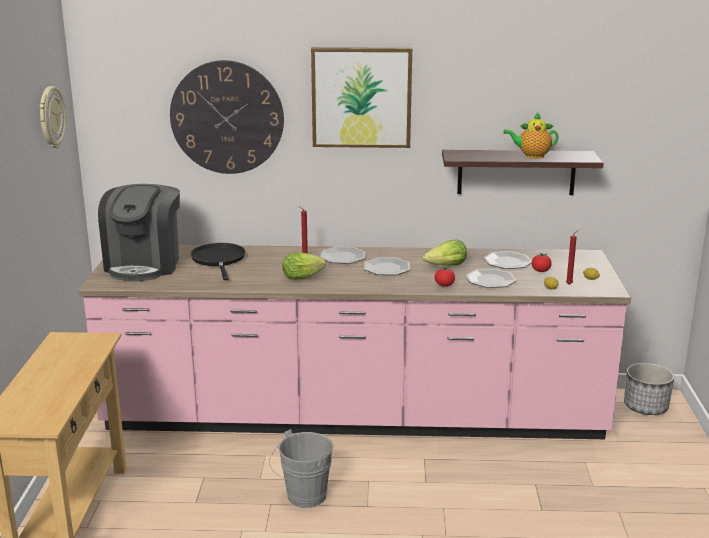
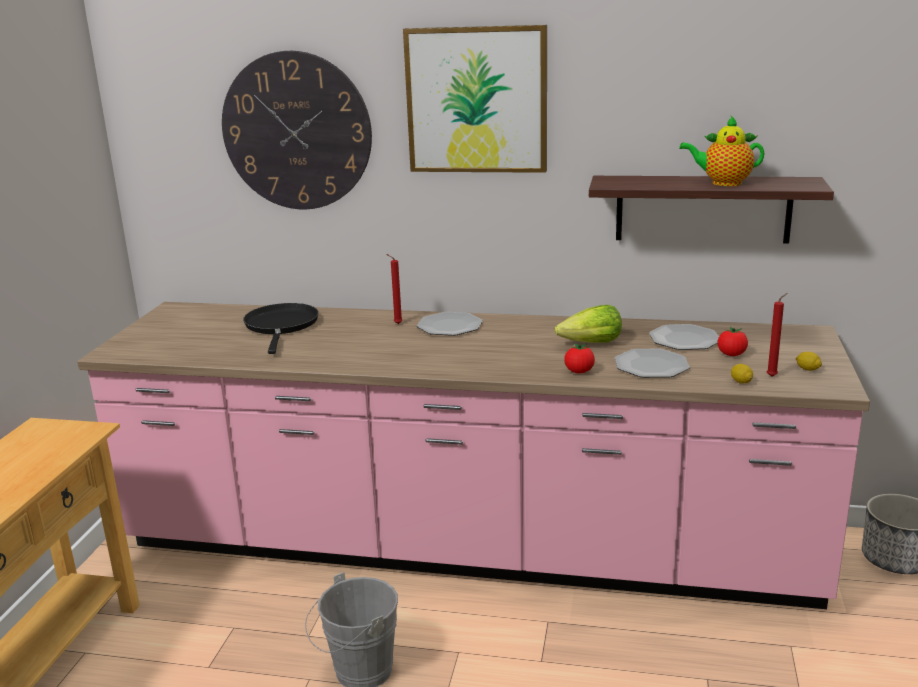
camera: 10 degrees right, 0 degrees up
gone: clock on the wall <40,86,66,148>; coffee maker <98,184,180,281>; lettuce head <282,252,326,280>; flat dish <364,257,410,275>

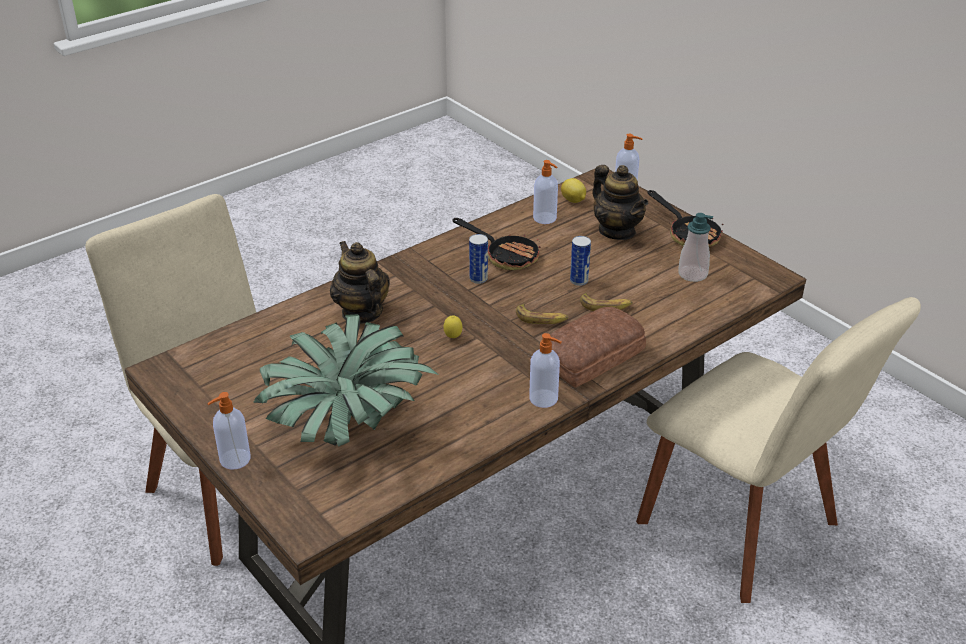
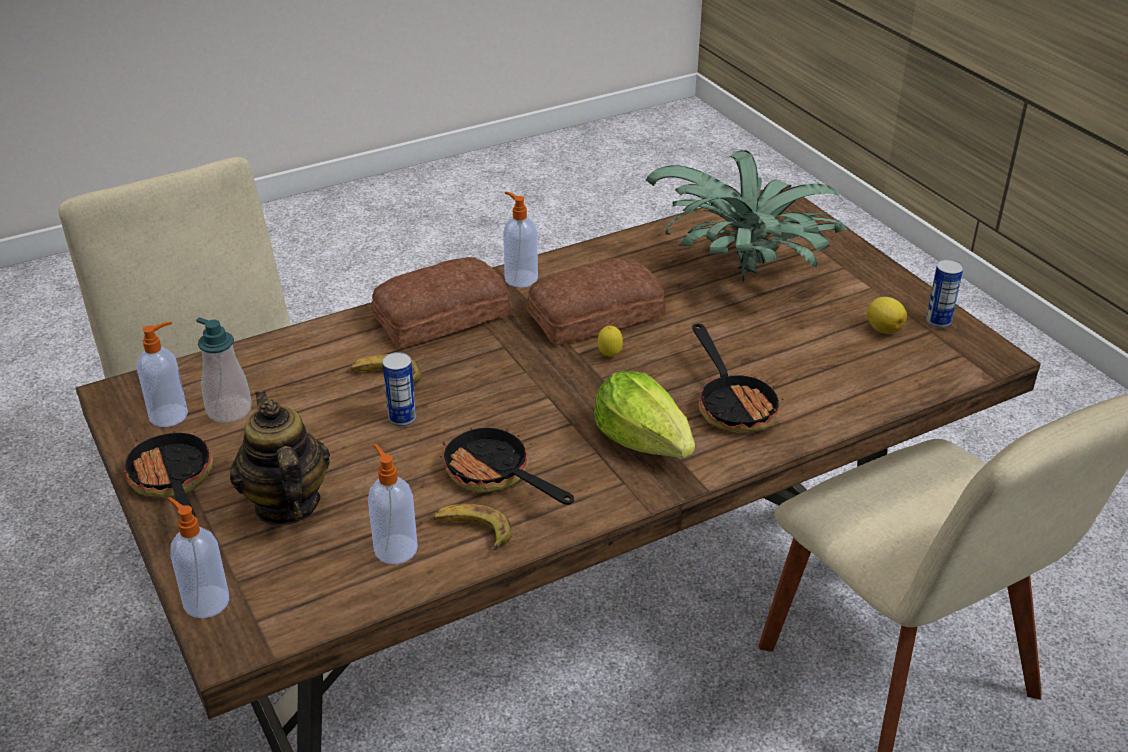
camera: 170 degrees left, 0 degrees up
new: baked bread <526,257,666,346>; lettuce head <594,371,695,458>
shifted: whole lemon <561,178,586,203> to <867,297,907,334>; metal can <469,234,488,284> to <926,259,963,328>; banana fruit <516,304,568,324> to <433,504,512,550>; liquid soap bottle <207,392,251,470> to <136,321,188,427>
swapped: pot for tea <330,241,390,324> to skillet <692,323,784,432>

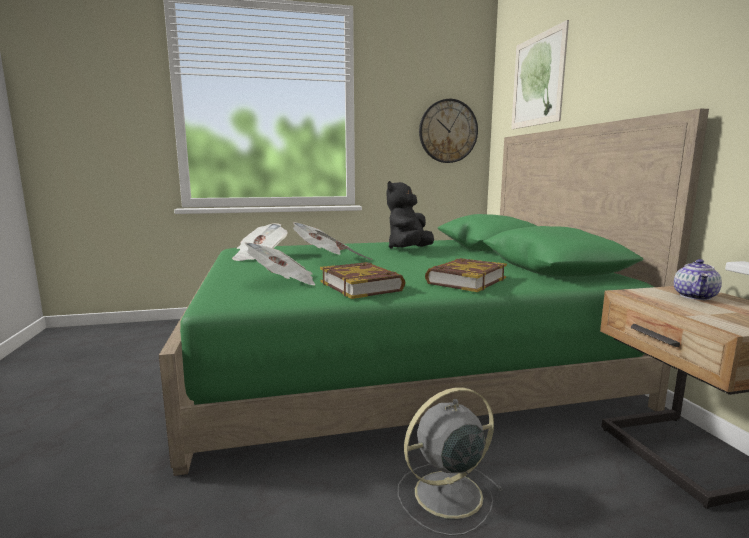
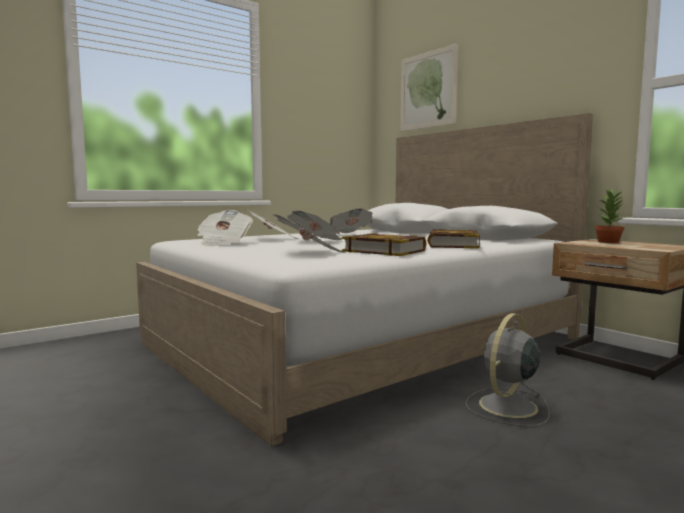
camera: 25 degrees left, 5 degrees down
gone: clock on the wall <419,99,478,163>
swapped: soft toy in blackish <387,181,434,248> to printed paper <330,208,373,233>; pot for tea <674,259,722,300> to plant in a pot <595,188,626,243>
repainted: bed in green <159,108,709,476> to bed in white <136,113,593,447>

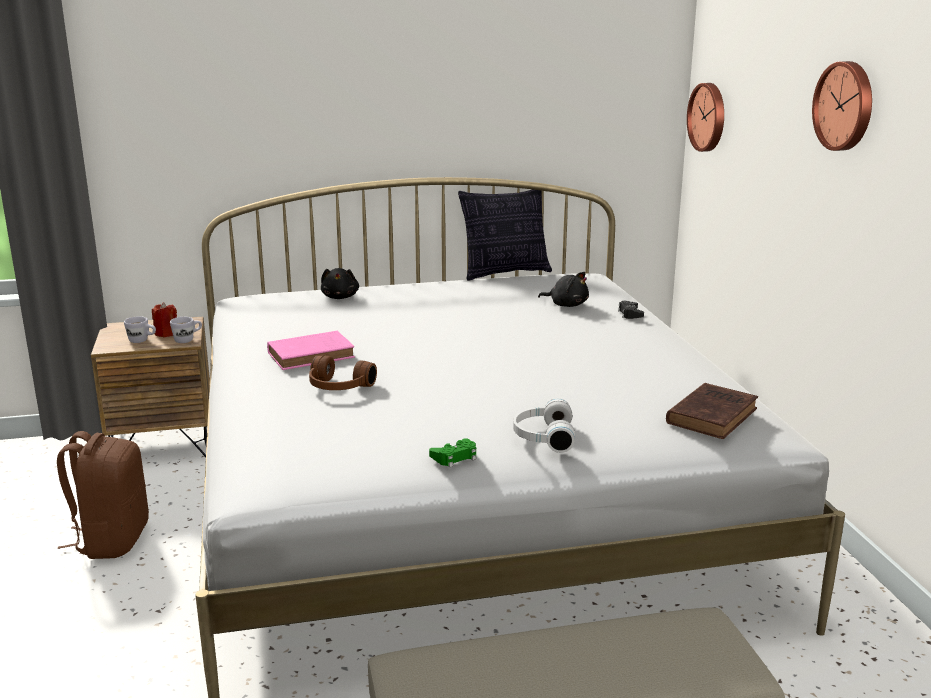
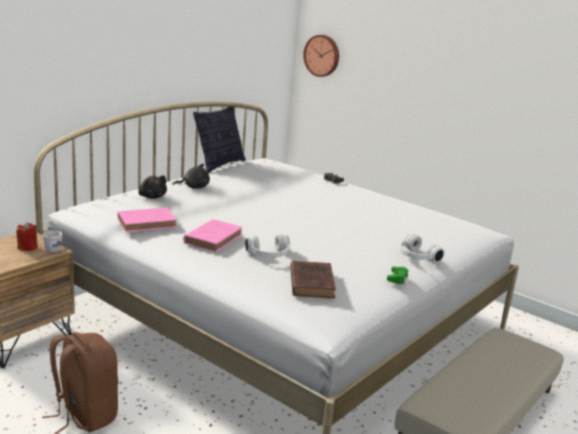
camera: 40 degrees left, 0 degrees up
gone: clock on the wall <812,61,872,151>; tea mug in white <124,316,156,343>
new: bound book in pink <118,208,177,232>
shifted: soft toy in blackish <538,272,589,307> to <173,164,210,189>; bound book in brown-coloured <666,383,758,439> to <290,261,336,298>
repainted: pair of headphones in brown-coloured <309,355,377,390> to pair of headphones in white <245,234,290,258>

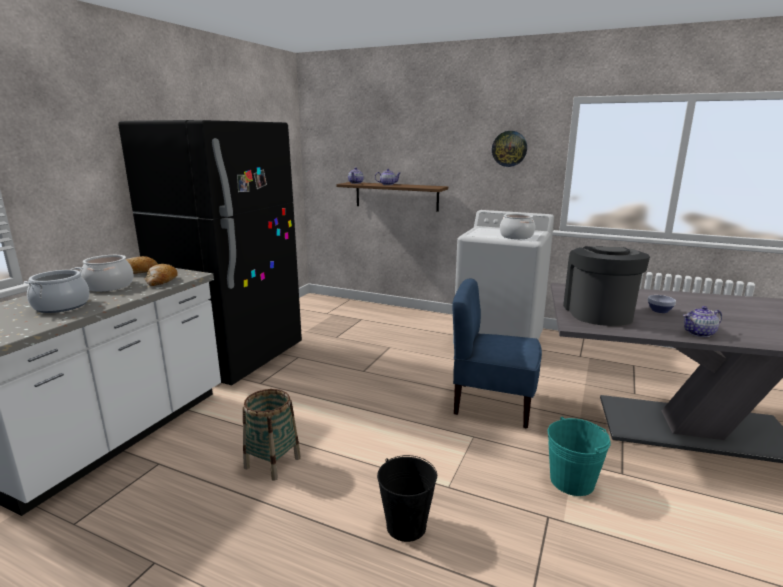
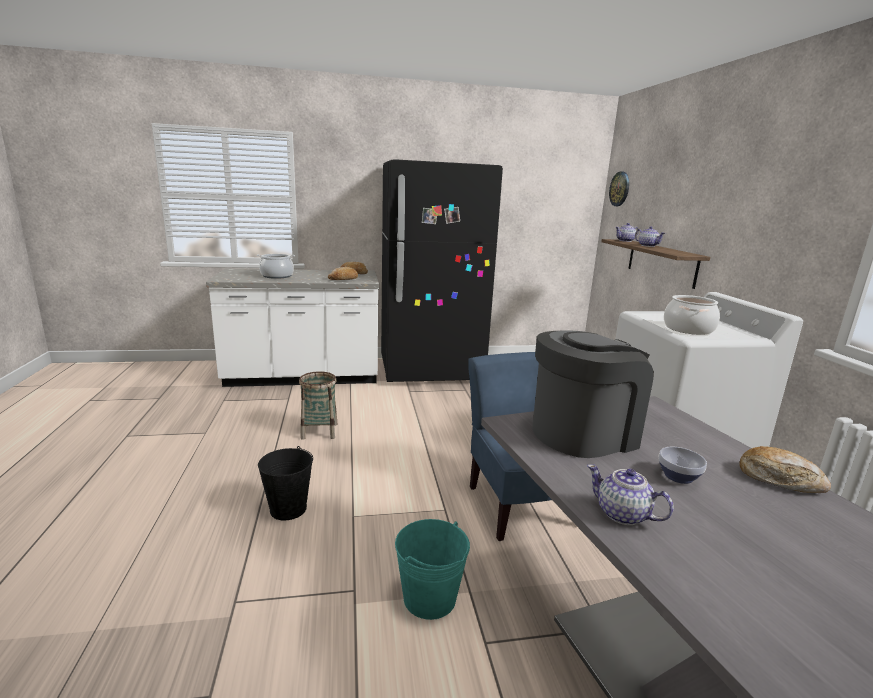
camera: 55 degrees right, 0 degrees up
gone: stockpot <81,255,134,292>
new: baked bread <739,446,831,493>
shifted: clock on the wall <492,131,527,167> to <609,172,629,206>

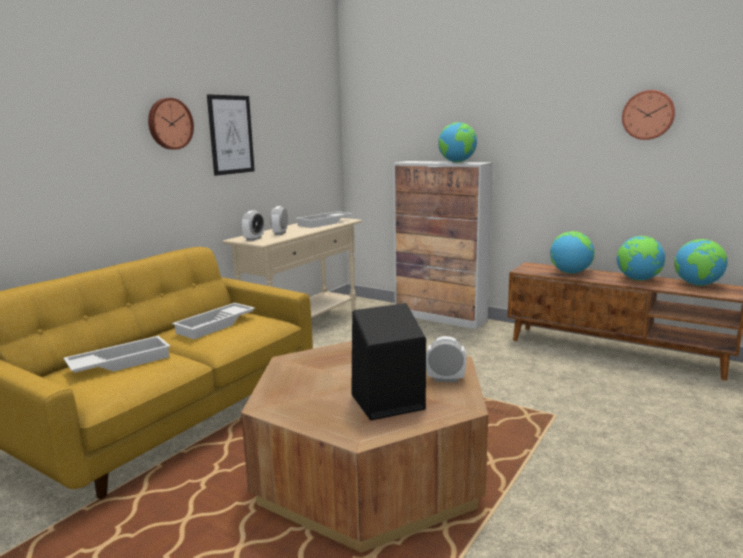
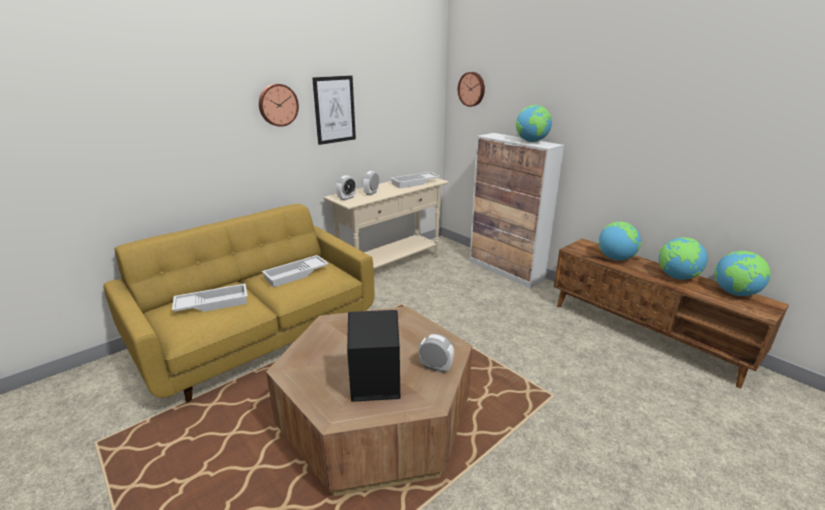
camera: 15 degrees right, 10 degrees up
shifted: clock on the wall <622,90,675,140> to <458,72,485,107>

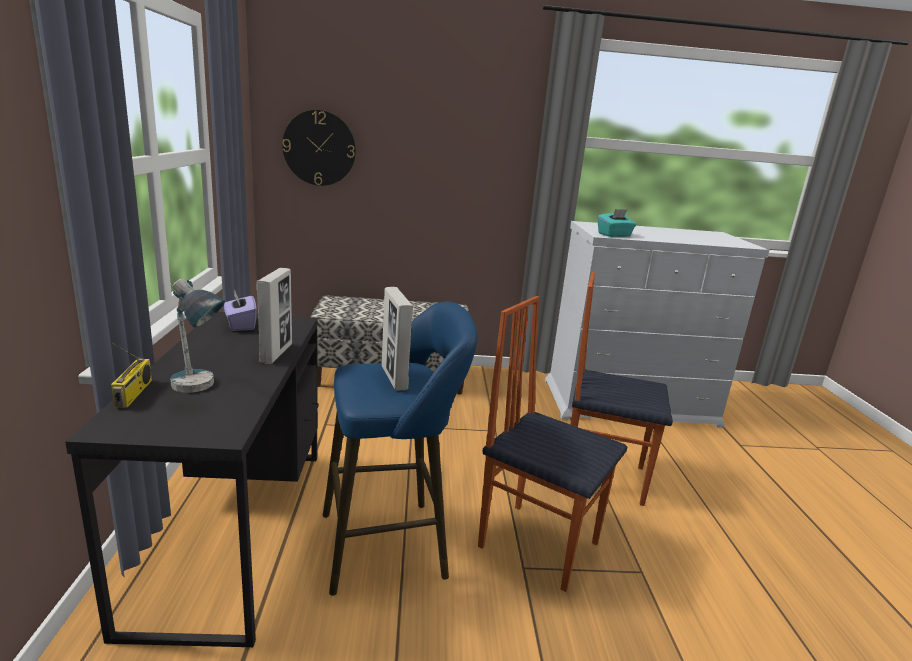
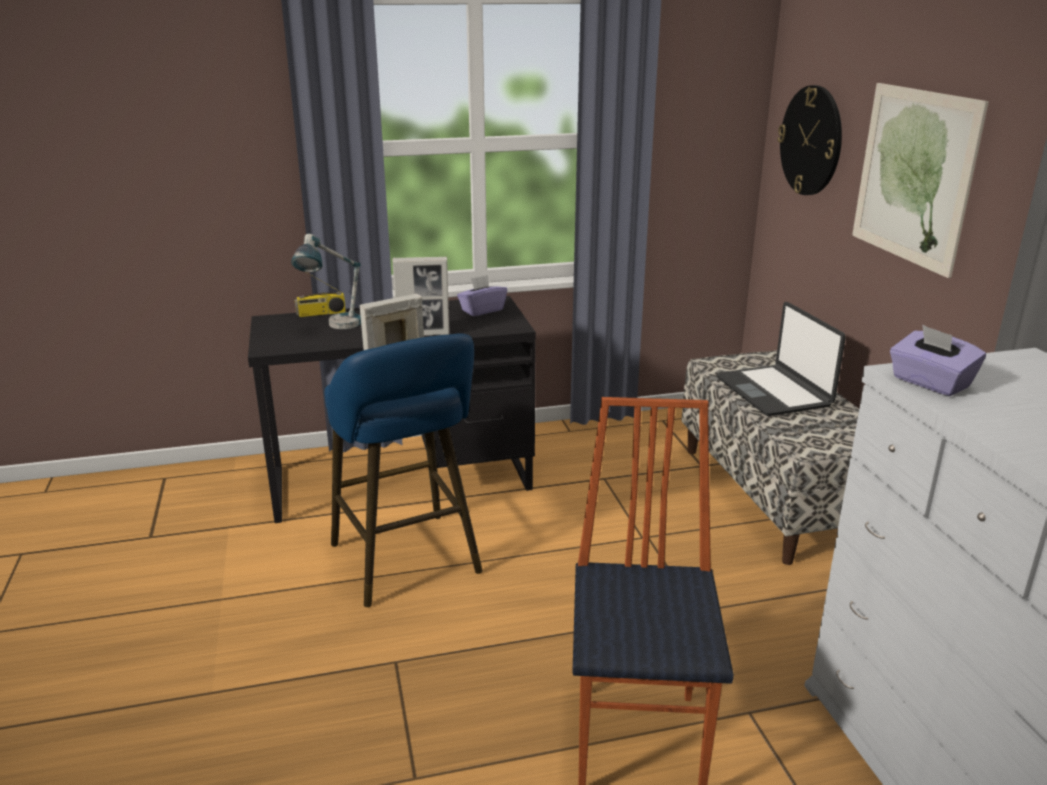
camera: 80 degrees right, 5 degrees up
gone: plain chair <478,296,627,592>
new: picture <852,83,989,278>; notebook computer <716,302,846,416>
repainted: box of tissues in turquoise <598,209,636,237> to box of tissues in purple-coloured <890,325,986,396>

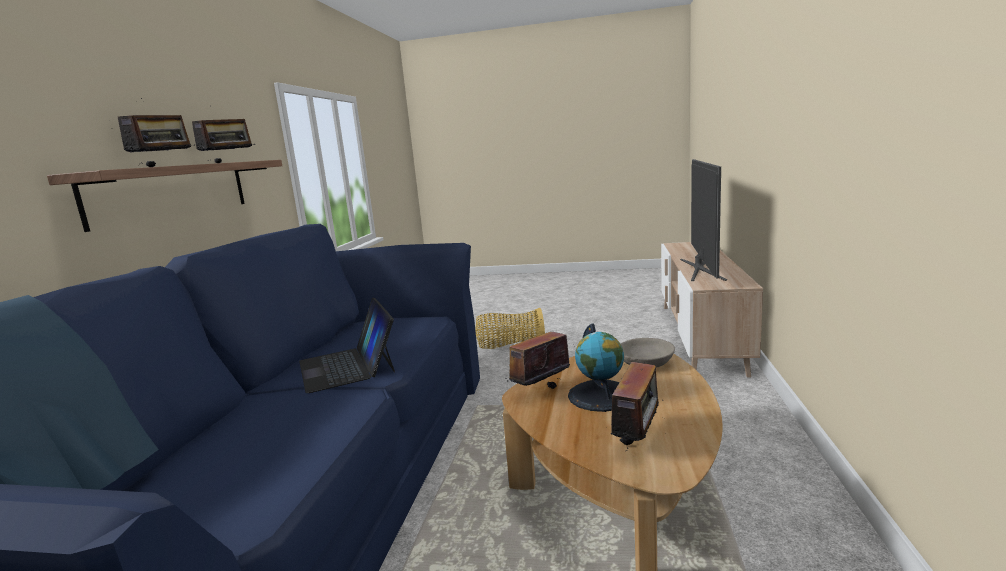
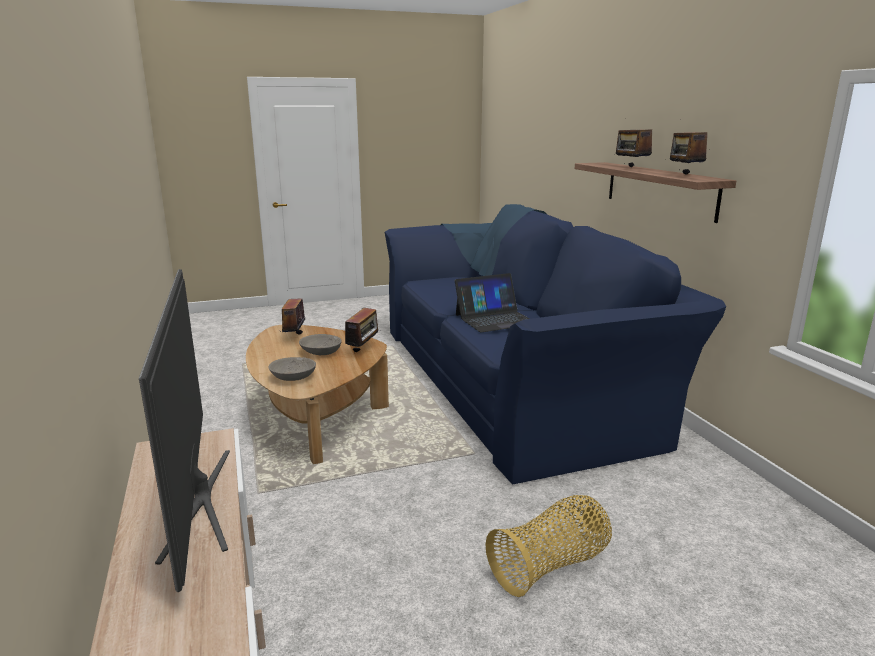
camera: 150 degrees right, 5 degrees up
swapped: world globe <568,323,624,412> to deep dish in gray <299,334,342,355>
rotated: notebook computer <299,298,395,393> = <455,273,530,332> 120 degrees clockwise

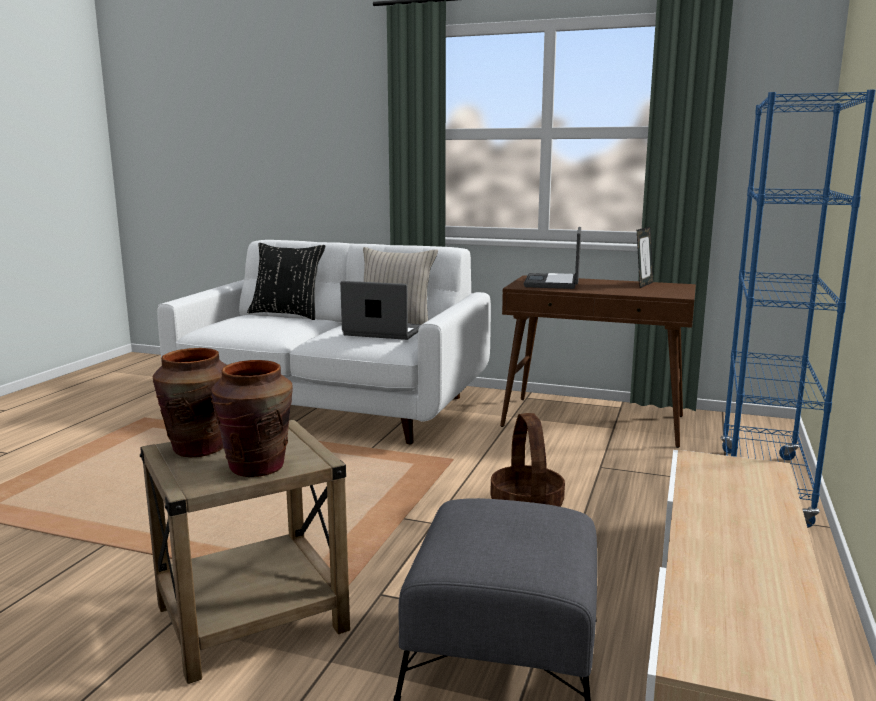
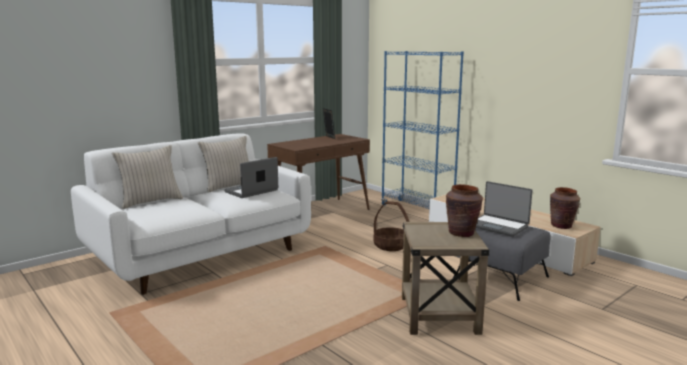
camera: 60 degrees left, 0 degrees up
shifted: notebook computer <524,227,581,289> to <476,181,533,237>; decorative vase in brown-coloured <153,348,226,457> to <550,187,580,229>
repainted: throw pillow in blackish <247,243,325,320> to throw pillow in beige-coloured <112,145,183,209>

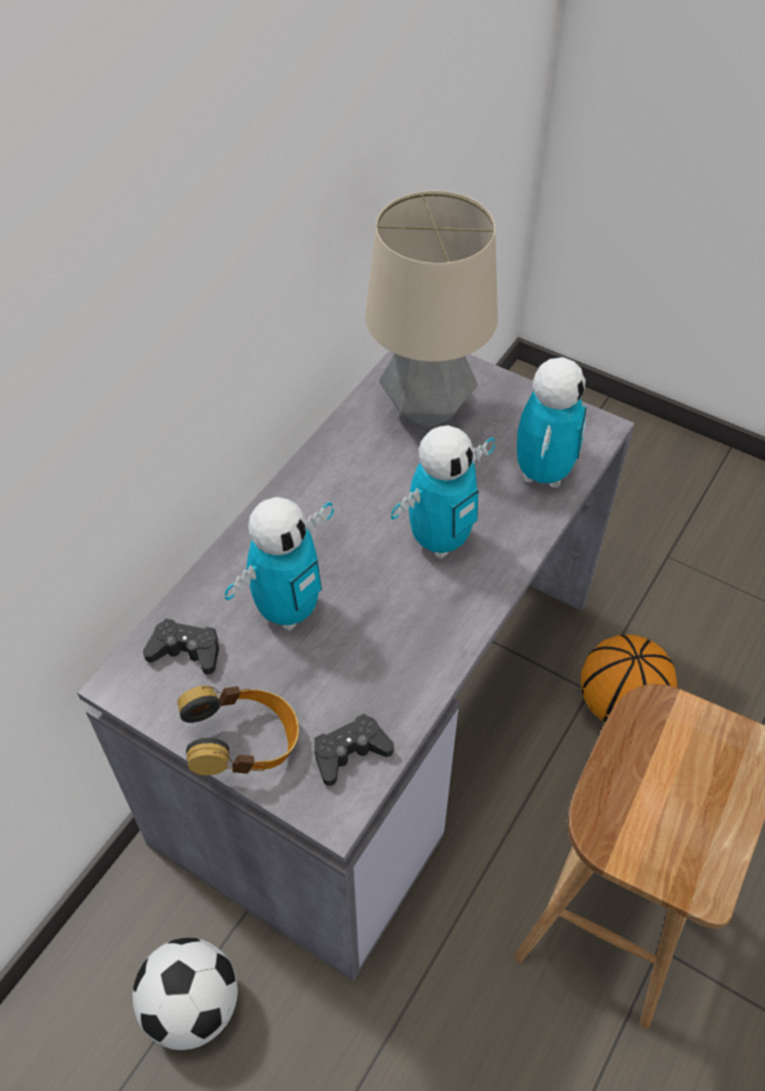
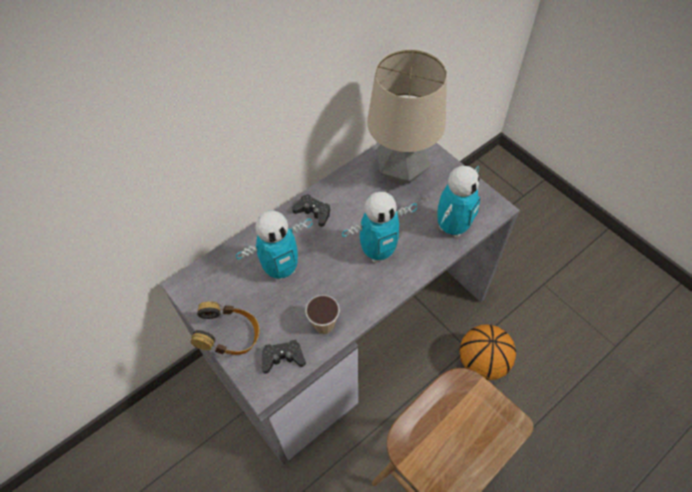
camera: 20 degrees right, 5 degrees up
gone: ball for football <132,938,238,1050>
new: drinking cup <305,295,340,334>
shifted: joypad in blackish <143,619,219,674> to <292,194,330,227>

